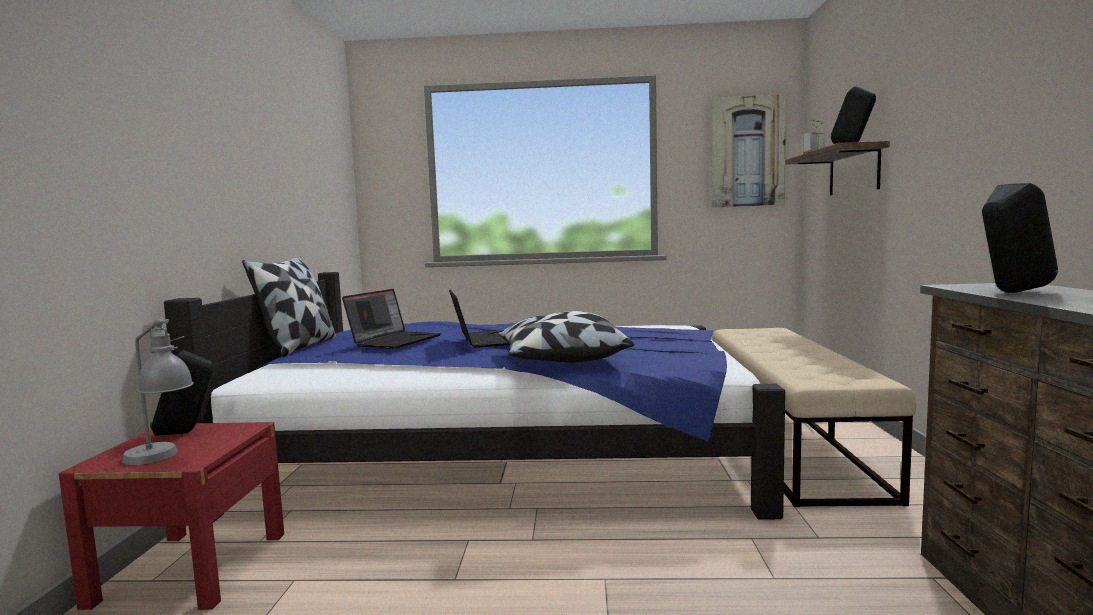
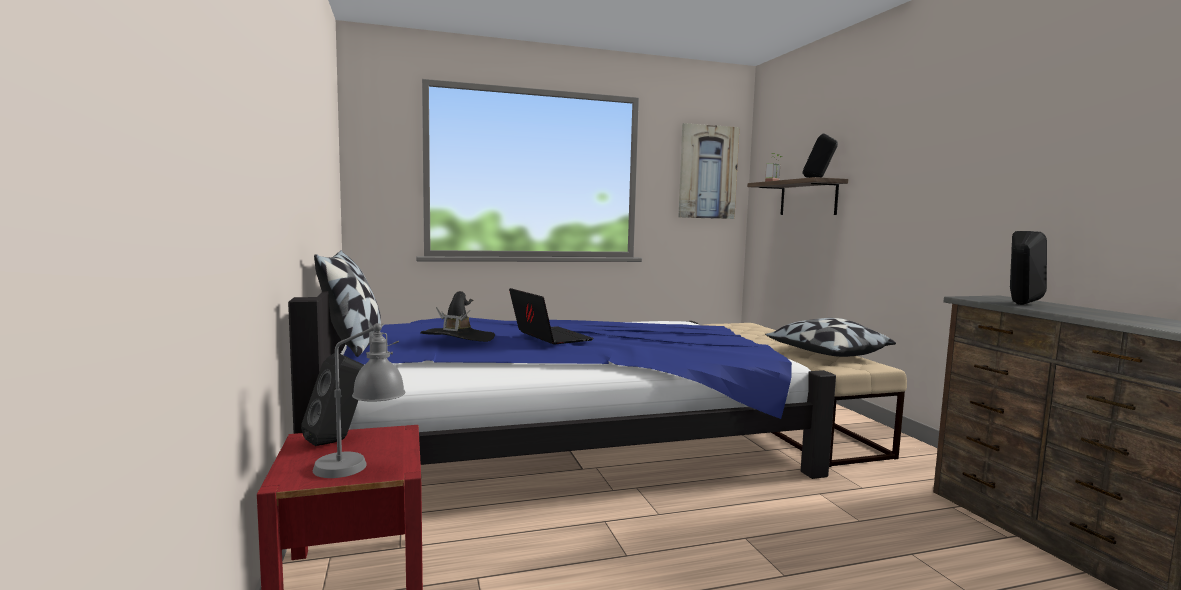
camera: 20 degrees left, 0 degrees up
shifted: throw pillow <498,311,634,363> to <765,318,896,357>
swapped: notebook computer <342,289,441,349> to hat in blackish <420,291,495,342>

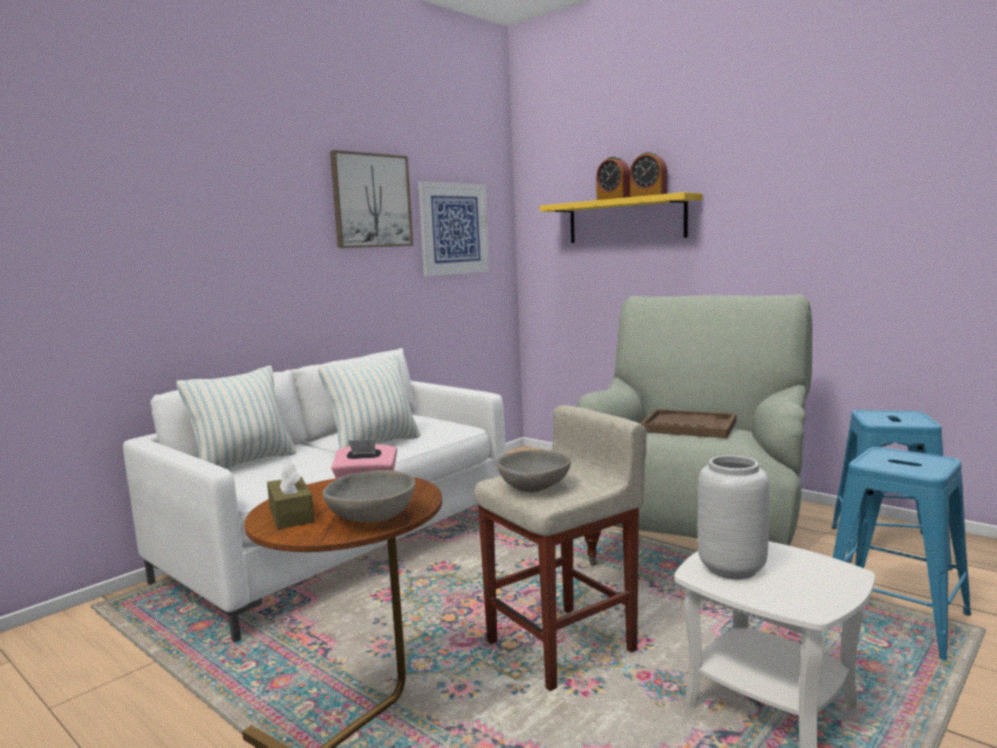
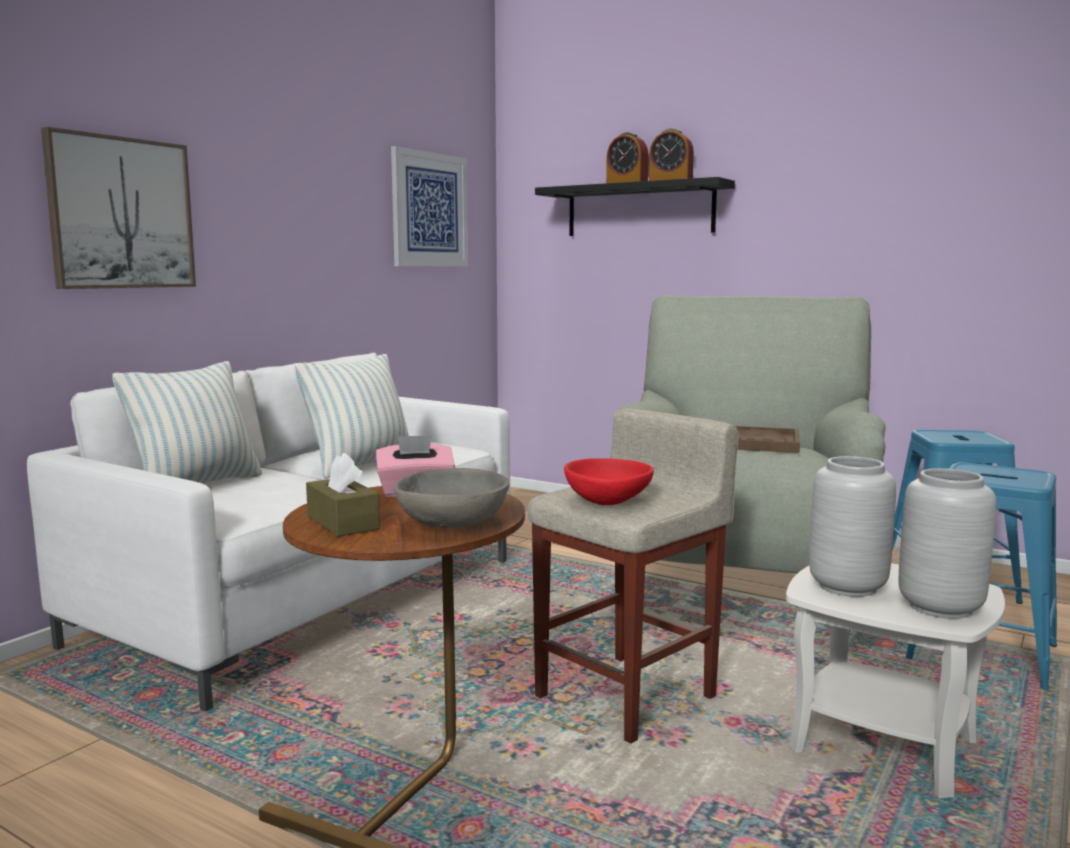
camera: 10 degrees left, 0 degrees up
new: decorative vase in gray <899,468,996,619>
shifted: picture <330,150,413,248> to <41,127,196,289>
repainted: shelf in yellowish <540,192,702,243> to shelf in blackish <535,177,735,236>; deep dish in gray <497,450,571,492> to deep dish in red <564,458,654,505>

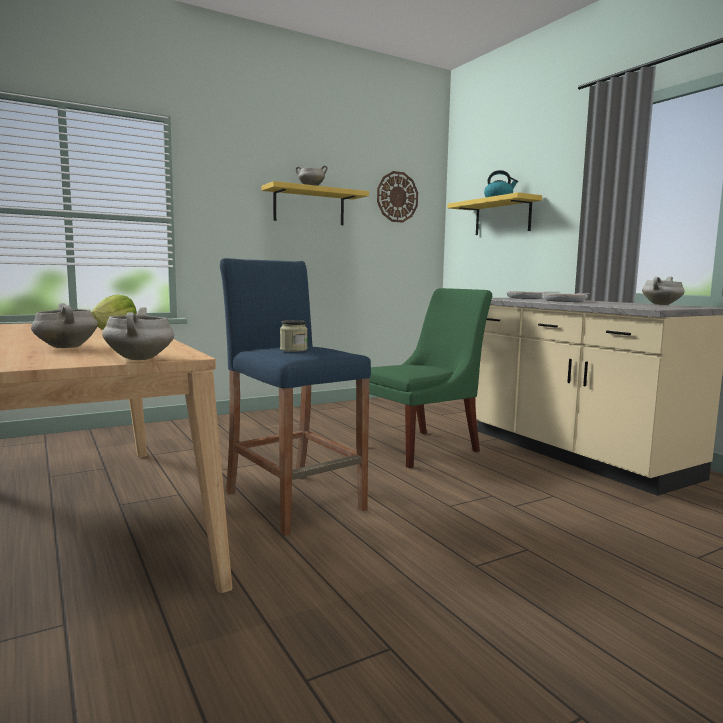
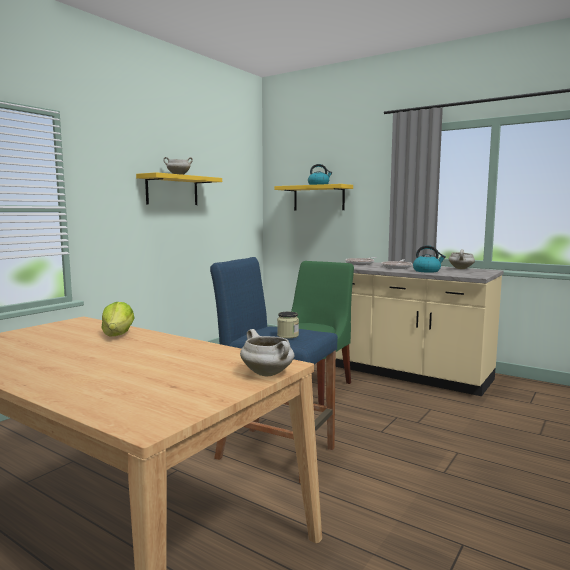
camera: 25 degrees left, 0 degrees up
gone: clock on the wall <377,171,418,223>; stockpot in white <31,303,98,348>
new: tea kettle <413,245,446,273>

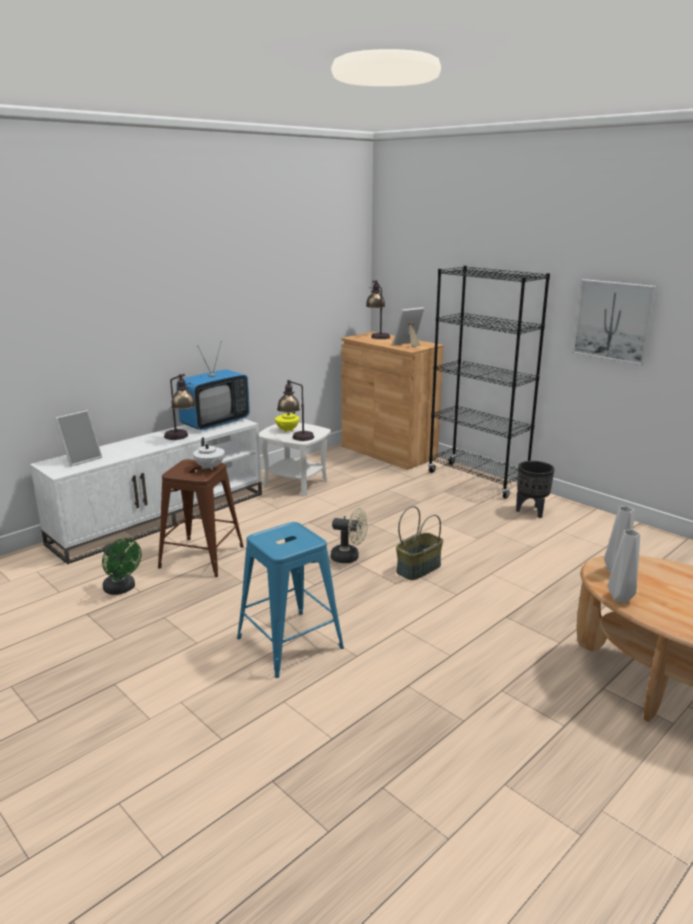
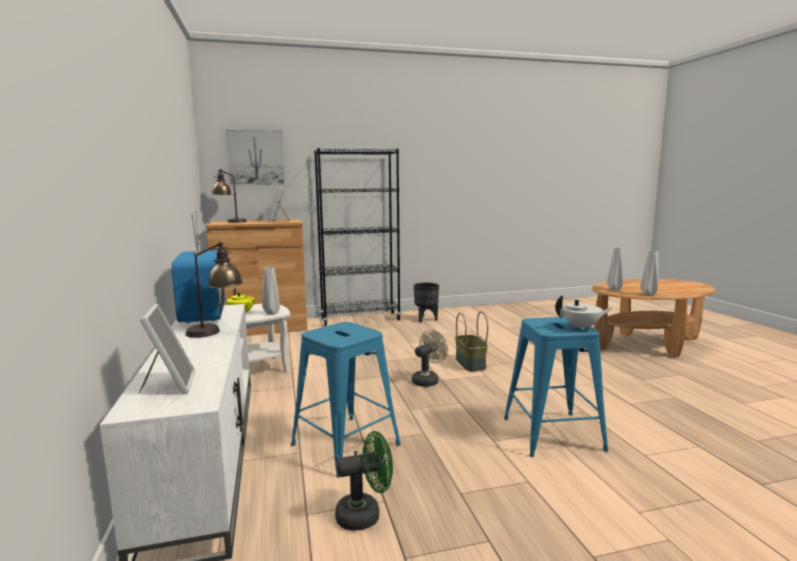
camera: 60 degrees left, 10 degrees down
shifted: picture <572,279,657,365> to <224,129,286,187>; pot for tea in white <193,437,225,470> to <555,295,612,331>
swapped: lamp for a table <277,380,314,441> to decorative vase in gray <262,267,280,315>
repainted: stool seat in brown-coloured <158,459,244,577> to stool seat in blue <291,322,401,477>

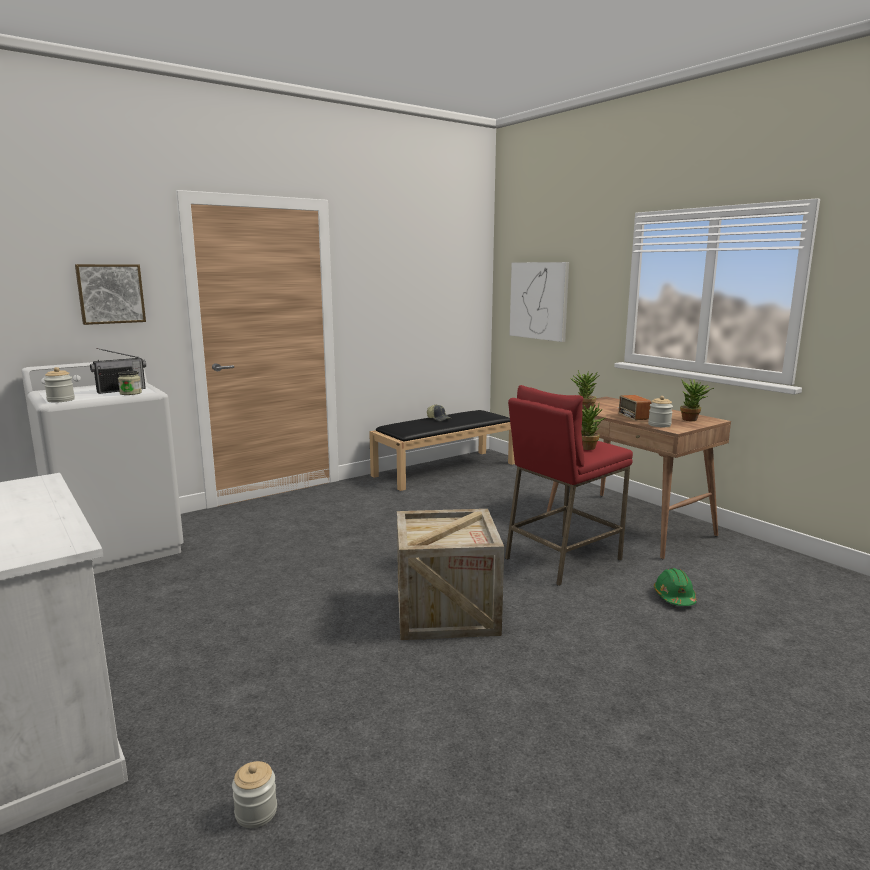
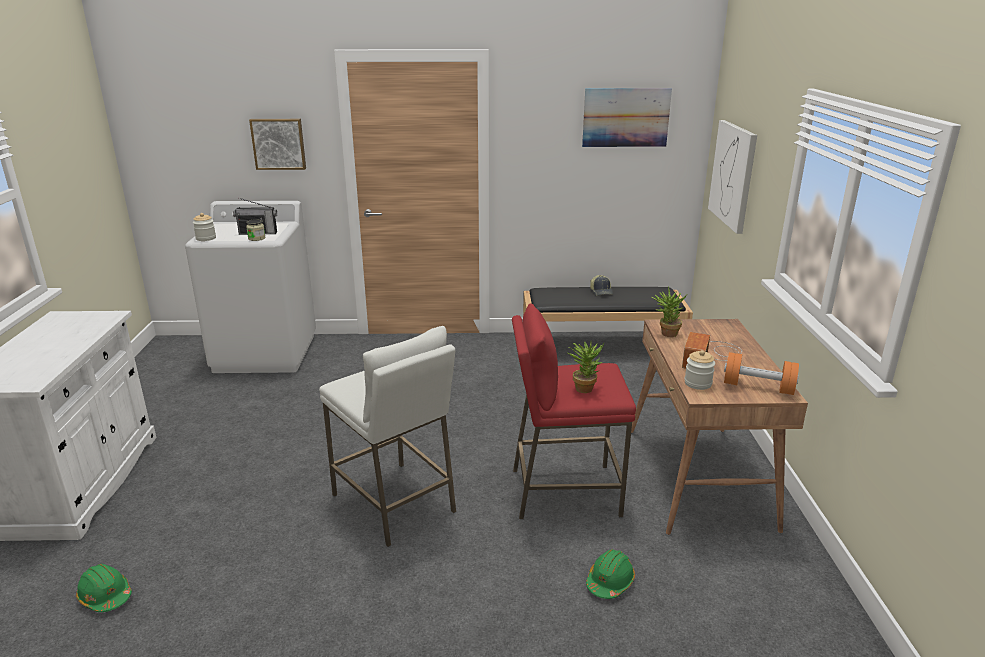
camera: 35 degrees right, 10 degrees up
new: picture <582,88,672,147>
swapped: plant in a pot <680,379,714,421> to hand weight in orange <724,352,799,395>; shipping crate <397,509,504,640> to stool seat in white <319,326,456,547>; preserve jar <232,761,277,828> to safety helmet in green <76,564,132,612>

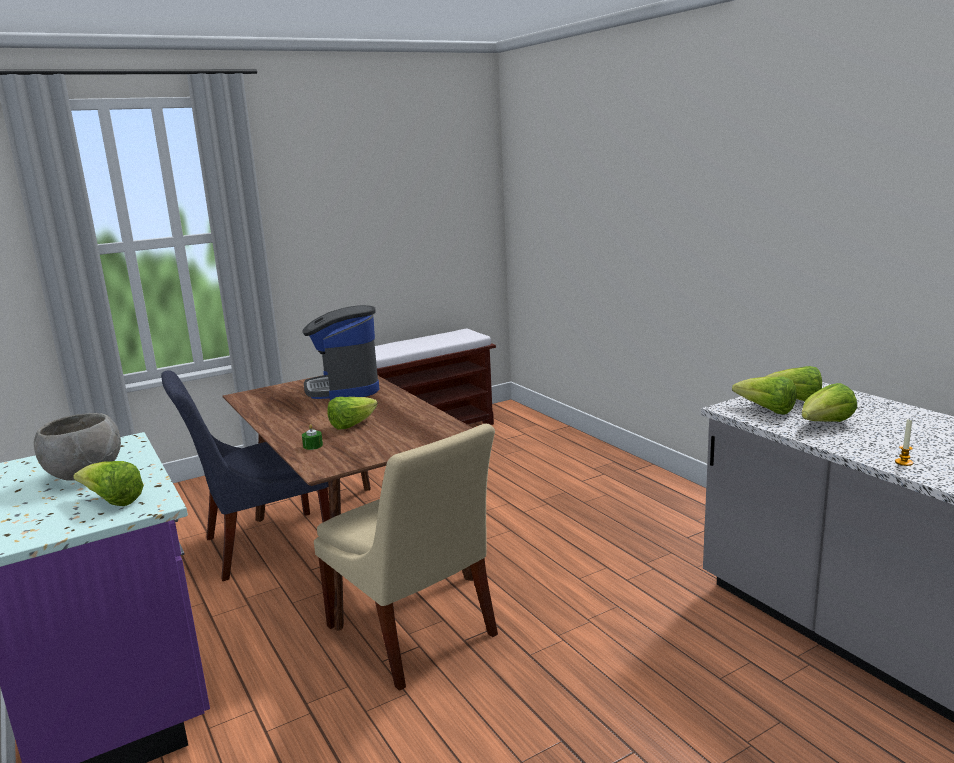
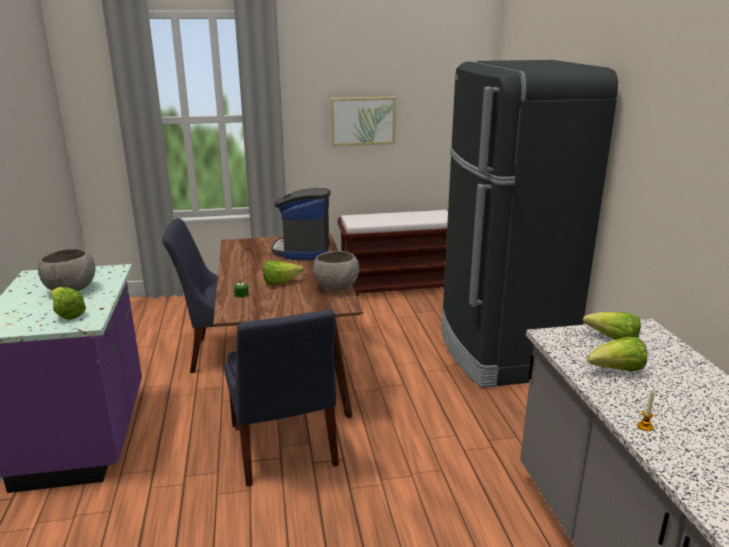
camera: 20 degrees right, 5 degrees up
gone: lettuce head <732,377,796,415>
new: kitchen fridge in blackish <441,60,618,388>; picture <330,97,396,146>; deep dish in gray <313,251,359,291>
repainted: plain chair in beige-coloured <314,424,498,691> to plain chair in blue <224,309,339,487>

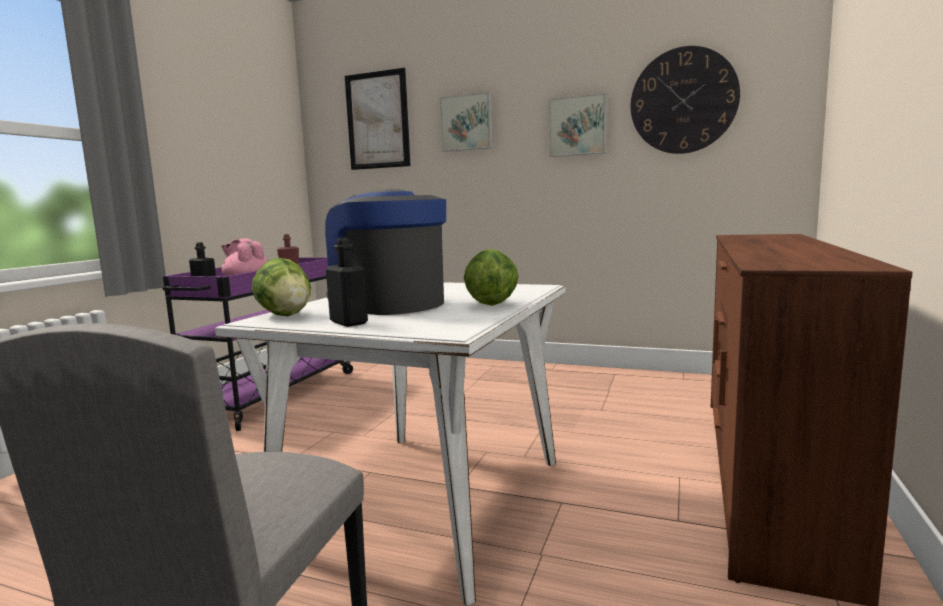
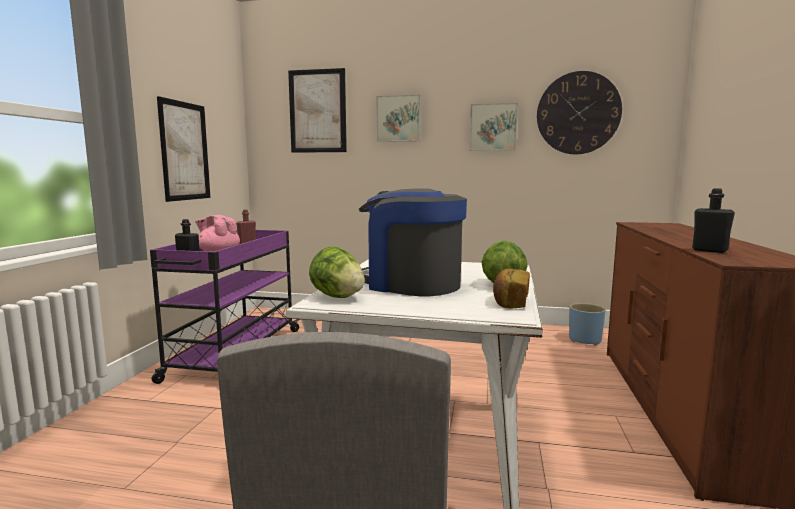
camera: 10 degrees left, 0 degrees up
new: picture <157,96,211,202>; baked bread <493,269,530,308>; planter in blue <569,303,606,345>
shifted: beverage bottle in blackish <326,237,368,327> to <692,188,735,253>

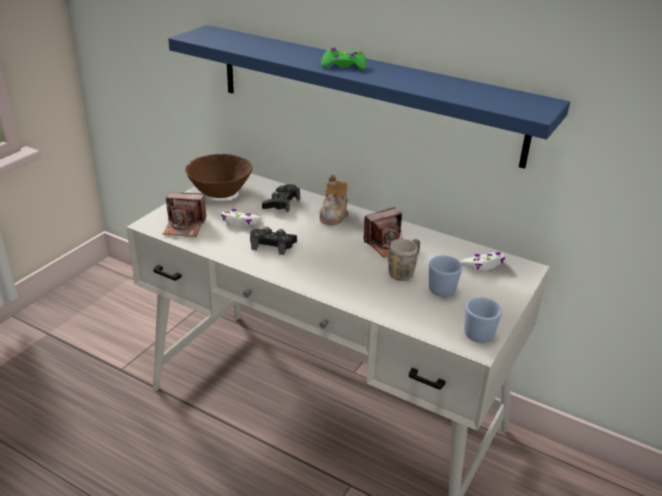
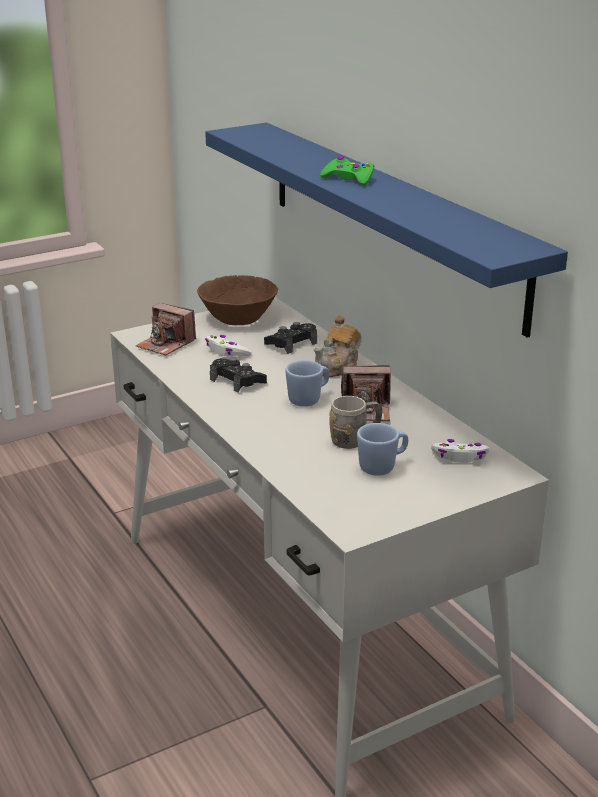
camera: 30 degrees right, 5 degrees down
shifted: tea mug in blue <465,297,502,343> to <285,360,329,407>

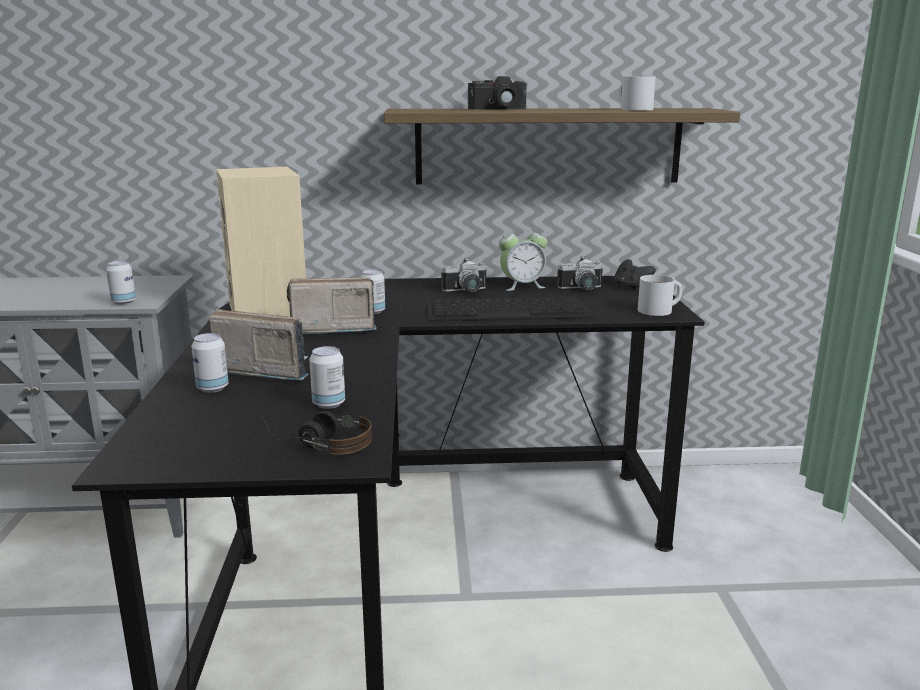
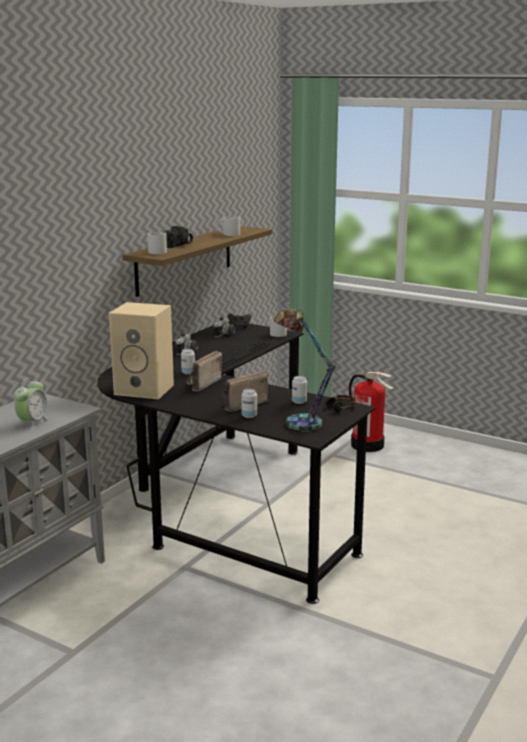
camera: 55 degrees left, 0 degrees up
gone: metal can <106,261,136,305>
new: tea mug in white <147,232,167,254>; lamp for a table <274,309,336,432>; extinguisher <349,372,393,452>
shifted: alarm clock <499,225,547,291> to <14,378,49,430>

